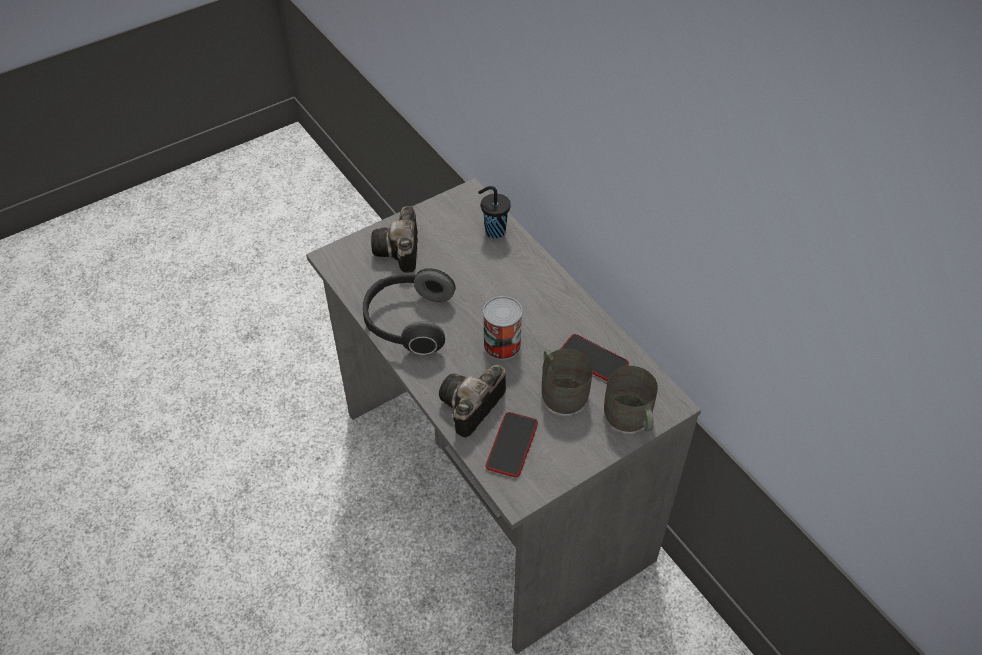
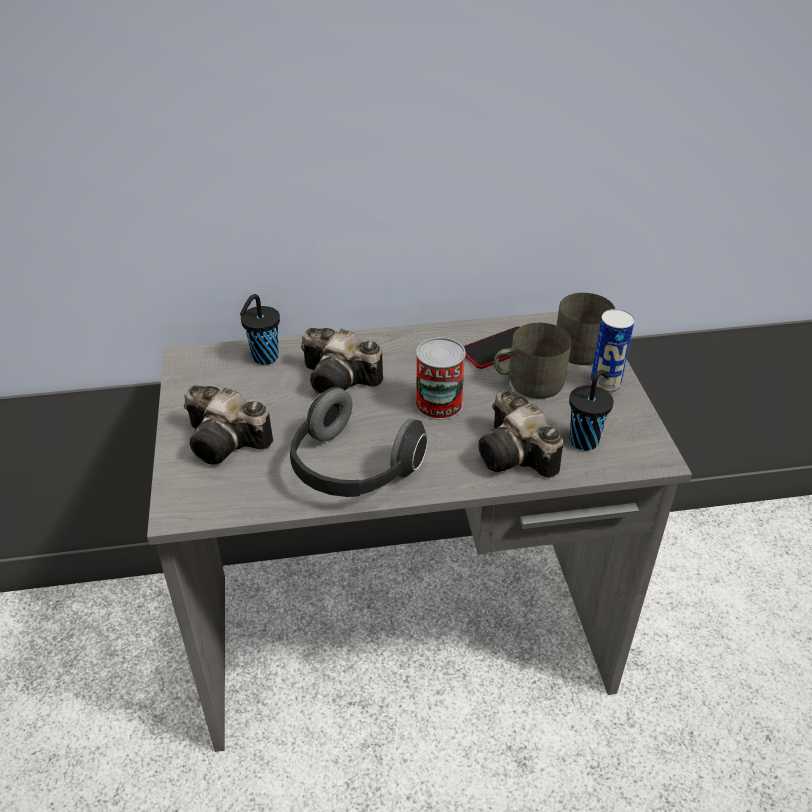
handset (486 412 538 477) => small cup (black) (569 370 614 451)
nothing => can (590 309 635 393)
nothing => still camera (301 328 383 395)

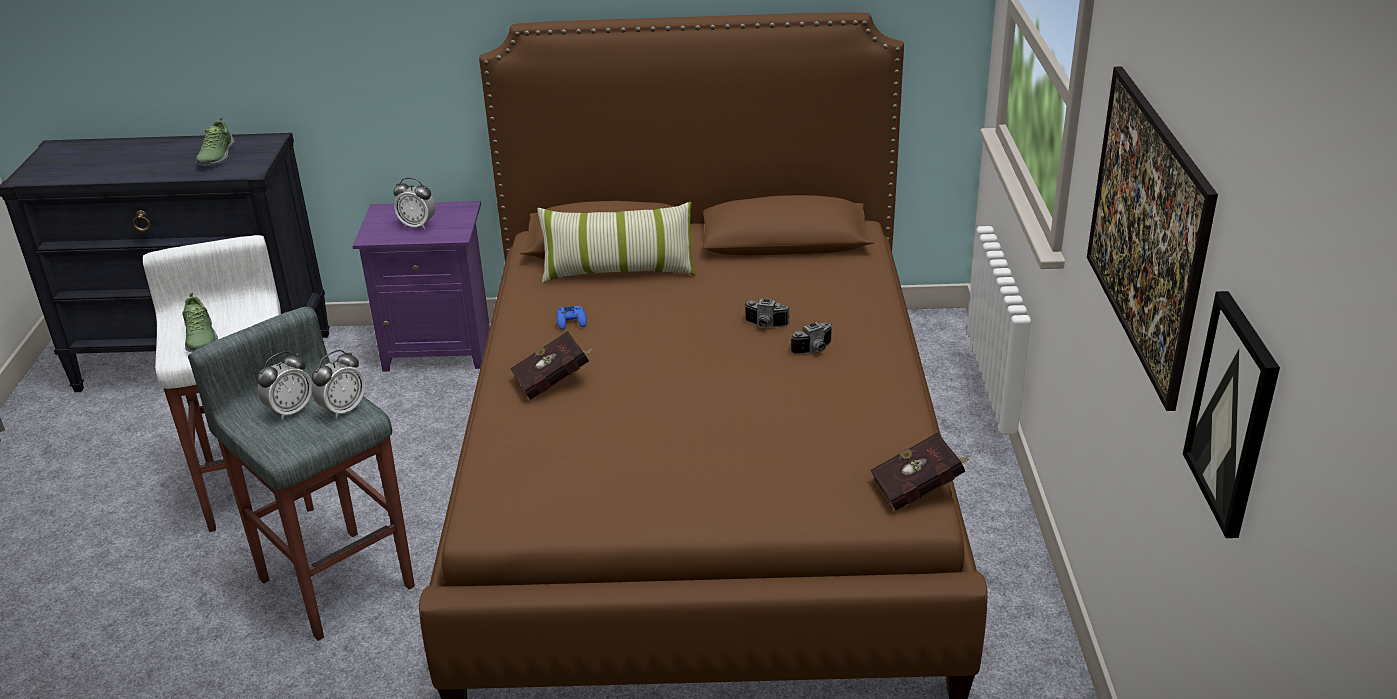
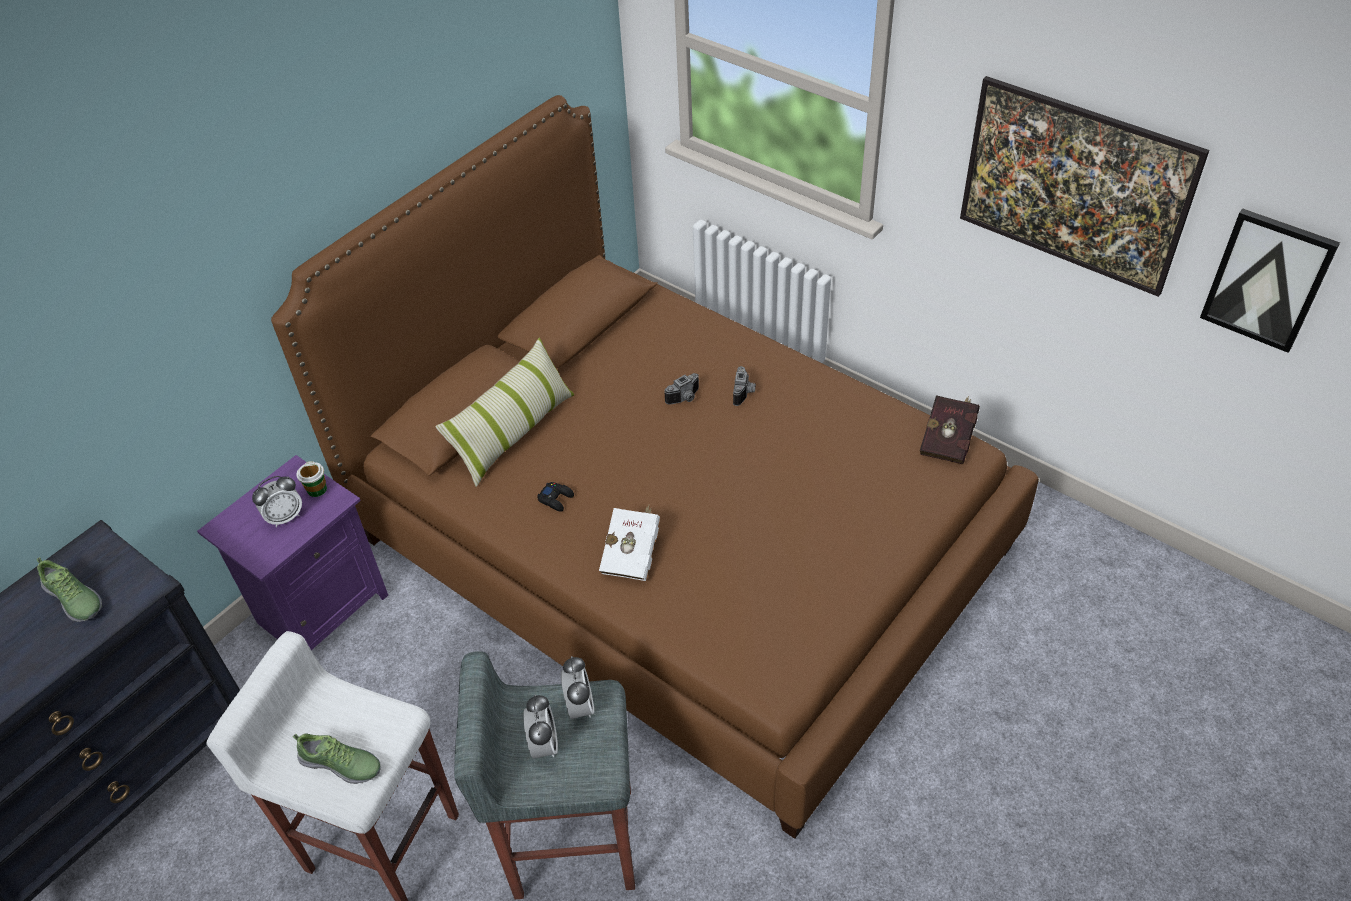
joypad (blue) (557 306 587 330) => joypad (black) (537 482 574 512)
book (red-coloured) (510 331 594 400) => book (whitish) (599 505 660 581)
nothing => small cup (296 461 327 497)

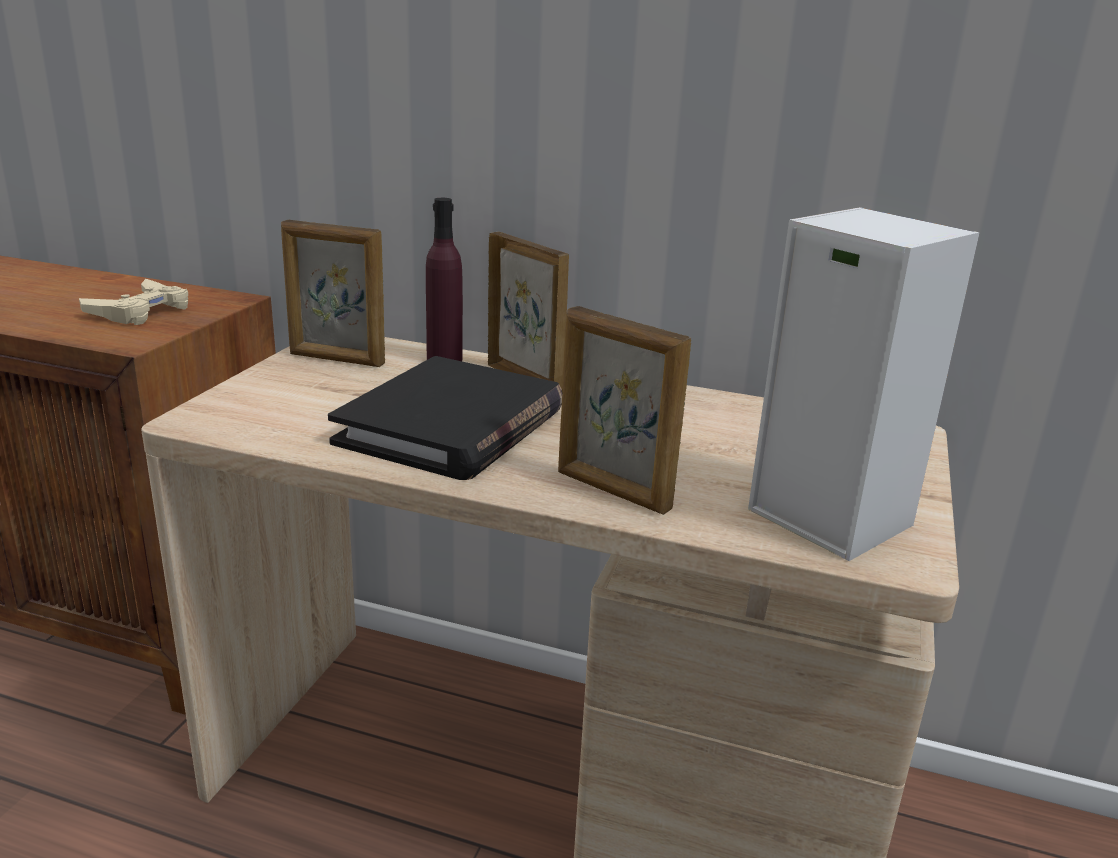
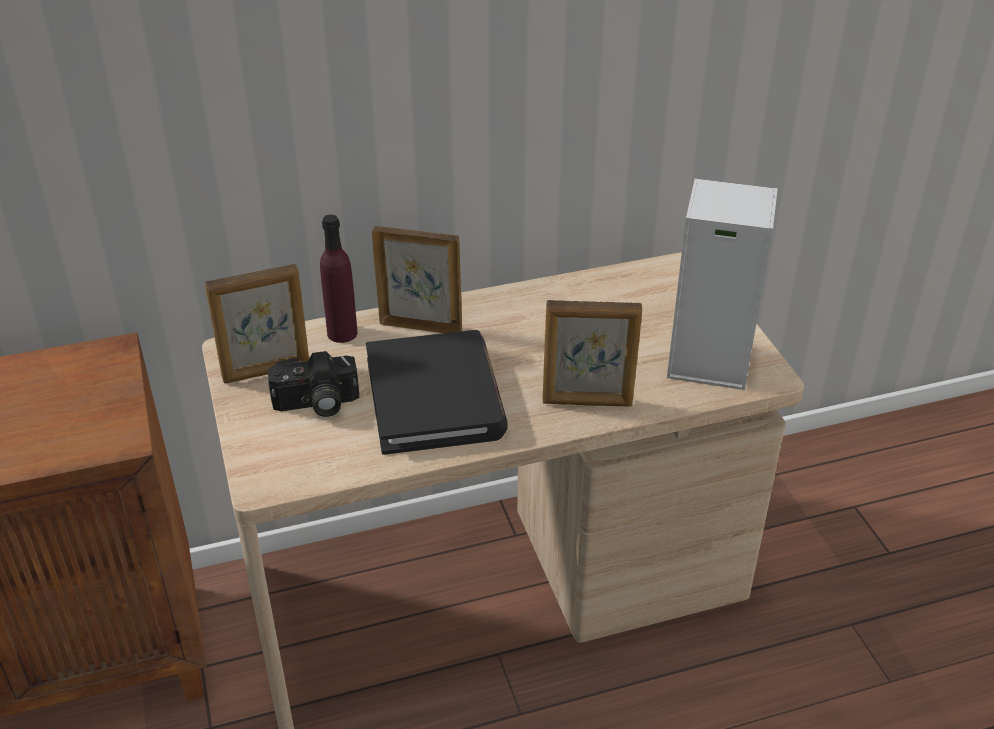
joypad (sand-coloured) (79 279 188 325) => nothing
nothing => still camera (267 351 359 417)

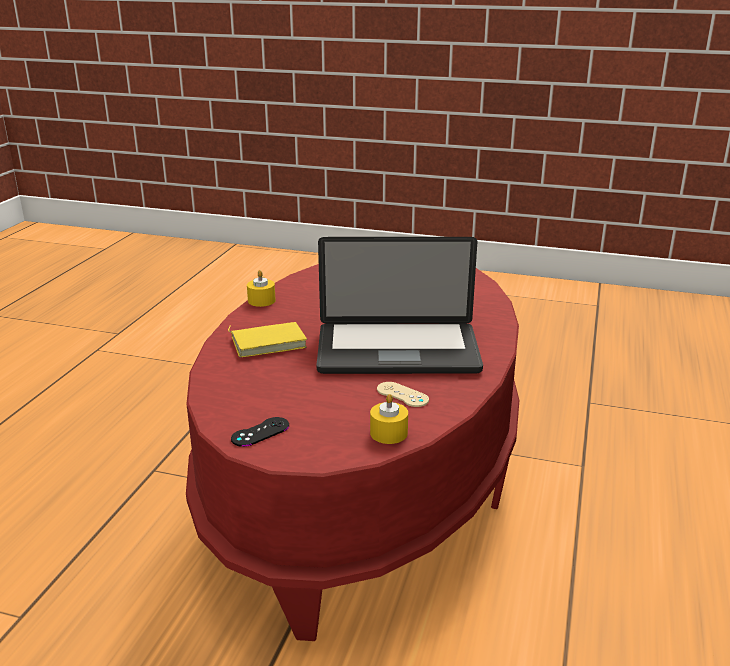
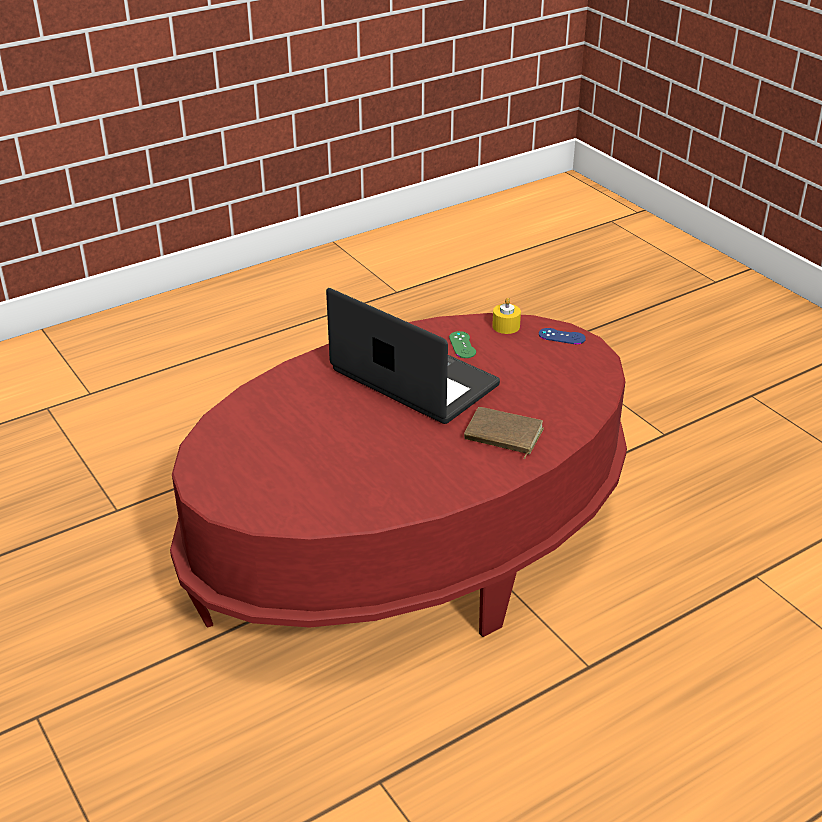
candle (yellow) (247 270 276 307) => nothing
book (yellow) (228 322 307 357) => book (brown) (464 407 544 459)
joypad (sand-coloured) (377 382 429 407) => joypad (green-coloured) (449 331 476 358)
joypad (black) (231 417 289 447) => nothing
nothing => joypad (blue) (539 328 586 344)

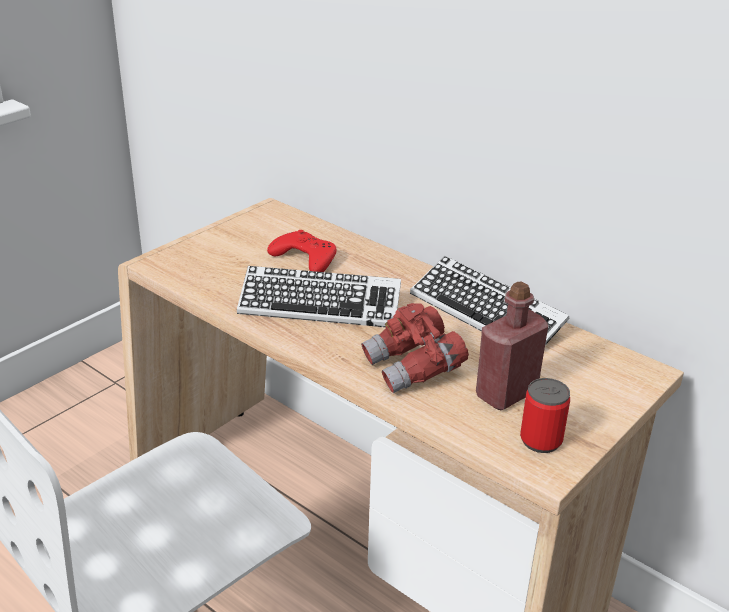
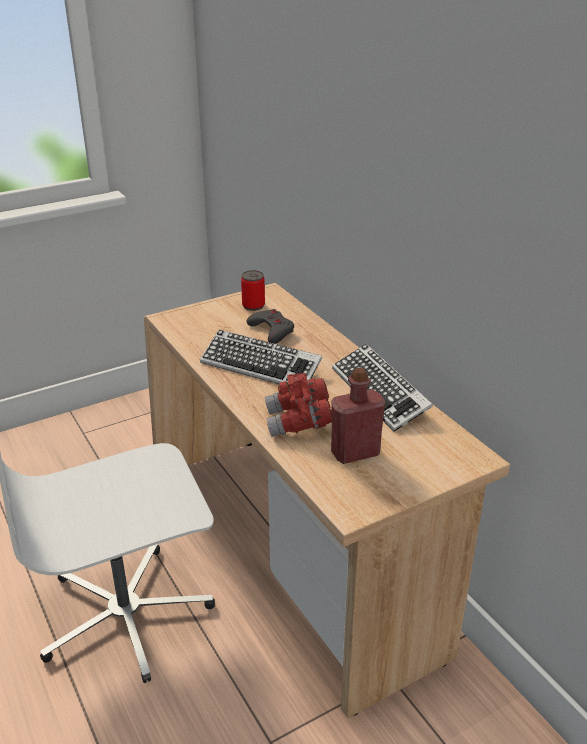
joypad (red-coloured) (267 230 337 272) => joypad (greyish) (246 309 294 344)
can (520 378 570 453) => can (241 270 265 311), shifted

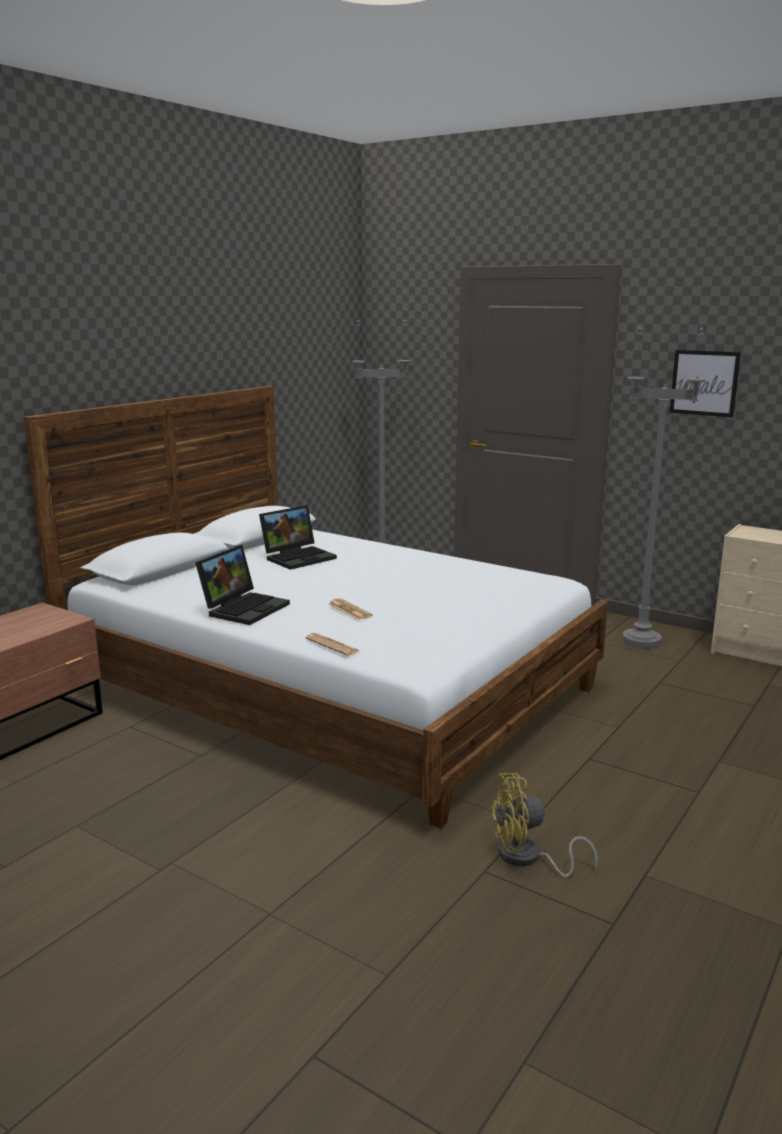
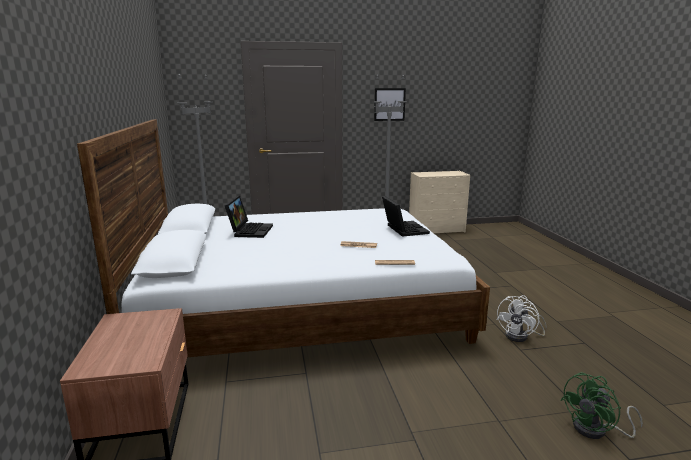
portable computer (195 545 290 625) => portable computer (382 196 430 237), shifted
fan (yellow) (489 773 598 878) => fan (whitish) (496 295 547 342)
nothing => fan (green-coloured) (560 372 643 439)

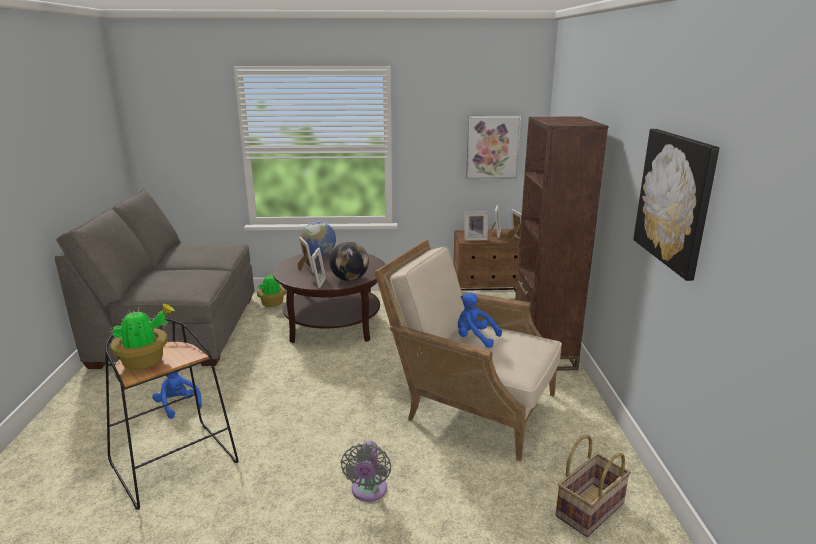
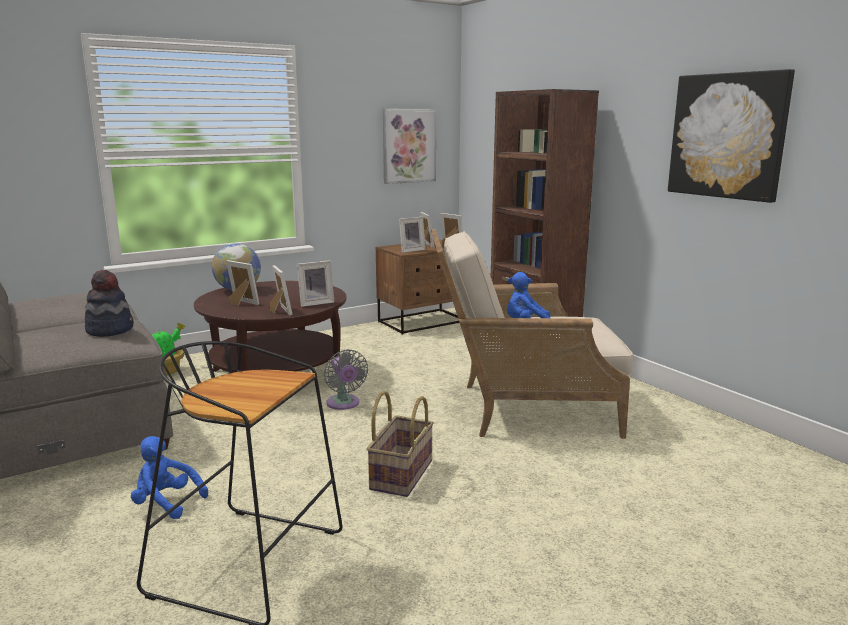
globe (329 242 369 281) => picture frame (297 260 335 307)
houseplant (110 303 175 370) => nothing
storage basket (555 434 631 537) => storage basket (367 391 434 497), shifted
fan (greyish) (341 441 391 502) => fan (greyish) (324 349 368 410), shifted
nothing => hat (85 270 134 337)

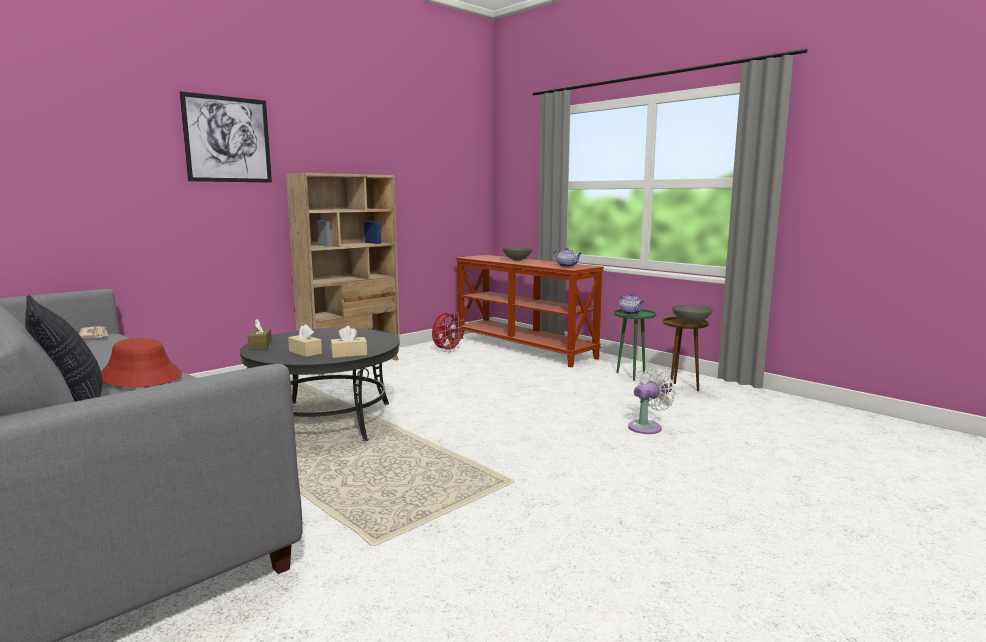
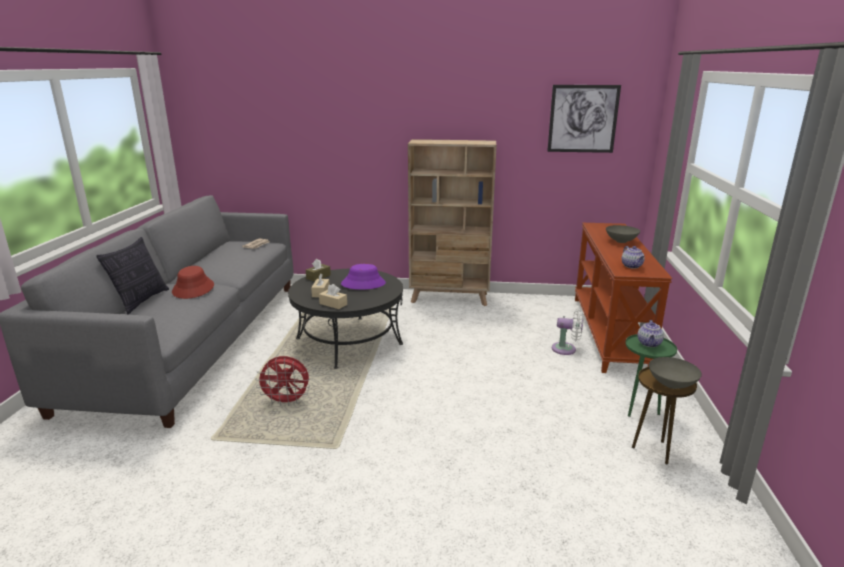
picture (179 91 272 183) => picture (547 85 621 153), shifted
fan (red-coloured) (432 311 465 352) => fan (red-coloured) (255 356 310 406), shifted
fan (whitish) (628 367 676 434) => fan (whitish) (552 309 584 355), shifted
nothing => hat (purplish) (341 264 386 290)

